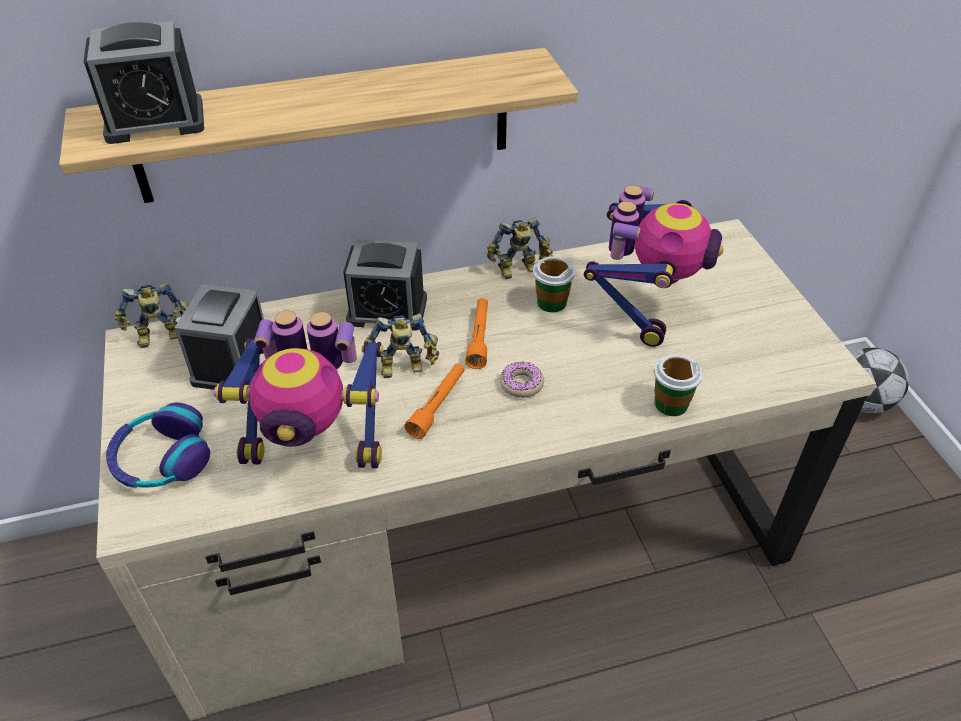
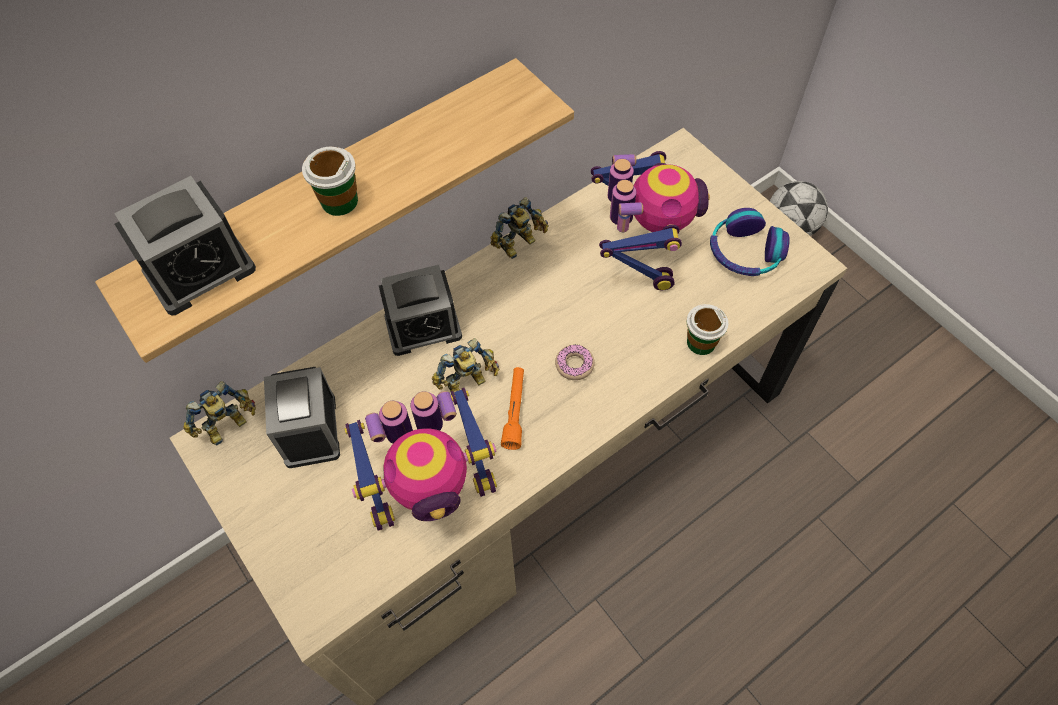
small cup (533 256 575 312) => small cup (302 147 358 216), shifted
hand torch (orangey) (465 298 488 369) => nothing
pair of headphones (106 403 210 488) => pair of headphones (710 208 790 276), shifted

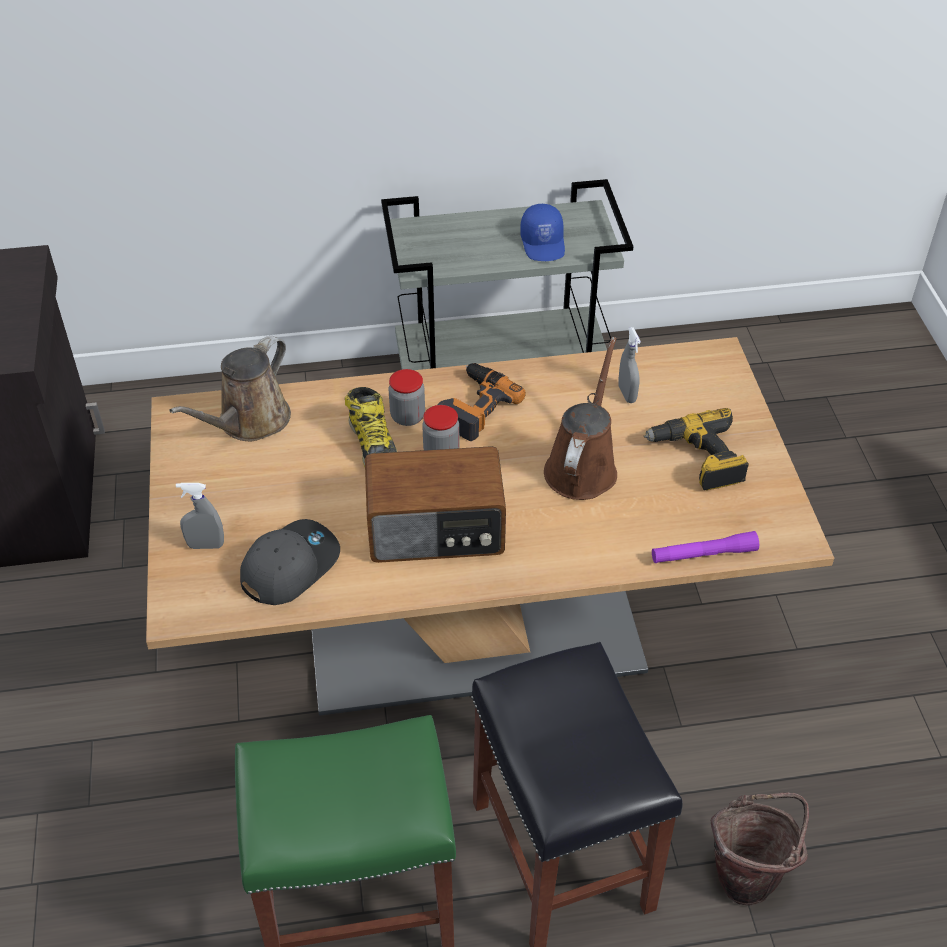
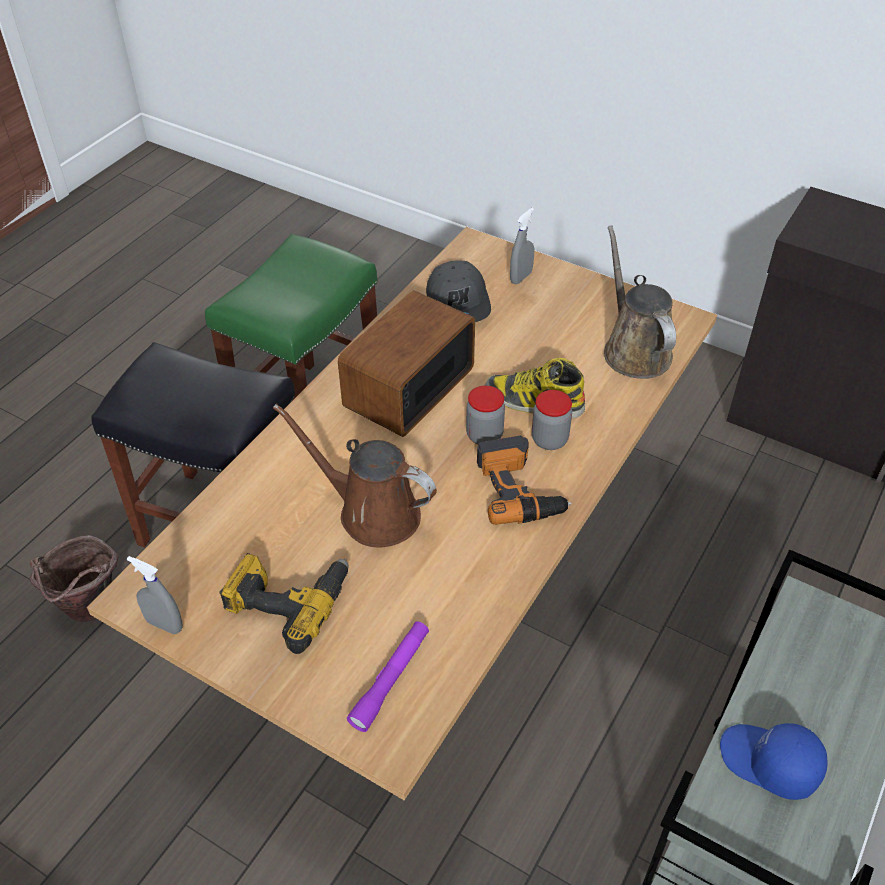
sprayer (greyish) (618 327 641 403) => sprayer (greyish) (127 556 183 634), shifted
watering can (brown) (544 337 617 500) => watering can (brown) (273 404 437 547), 150 degrees clockwise
hand torch (purplish) (652 531 759 563) => hand torch (purplish) (347 621 429 732), shifted

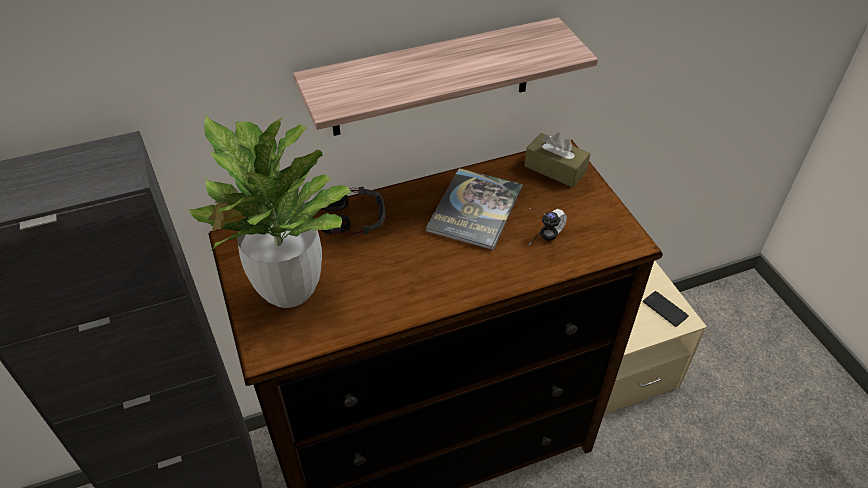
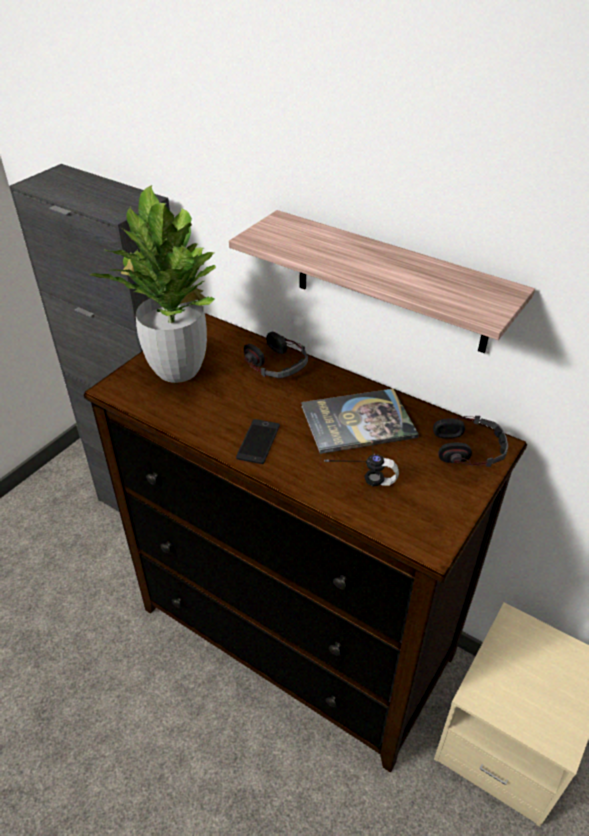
tissue holder (brown) (524 132 590 187) => pair of headphones (433 416 508 467)
handset (643 291 689 327) => handset (236 419 280 464), shifted

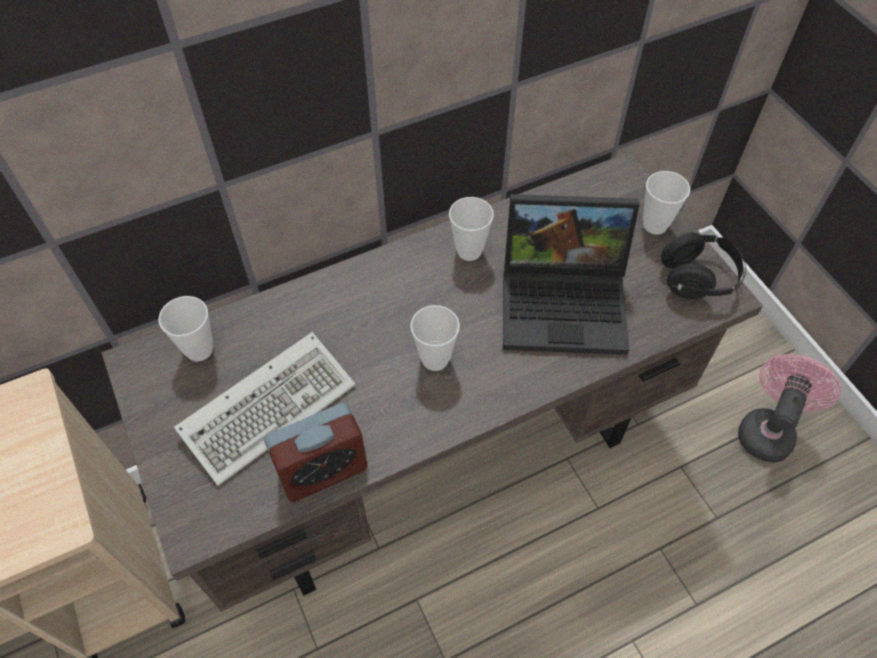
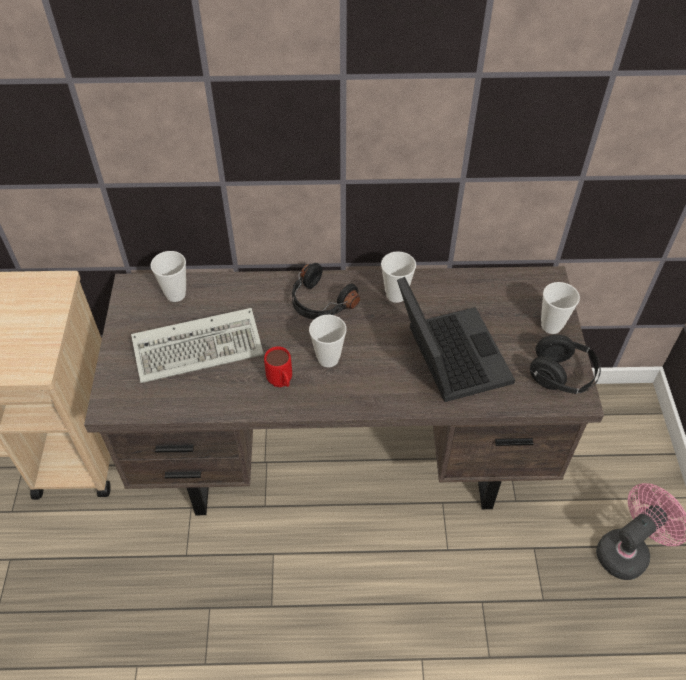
portable computer (503 194 640 355) => portable computer (397 277 515 402), 135 degrees counterclockwise
alarm clock (264 403 368 502) => nothing
nothing => pair of headphones (black) (292 263 360 319)
nothing => coffee mug (red-coloured) (264 346 292 387)

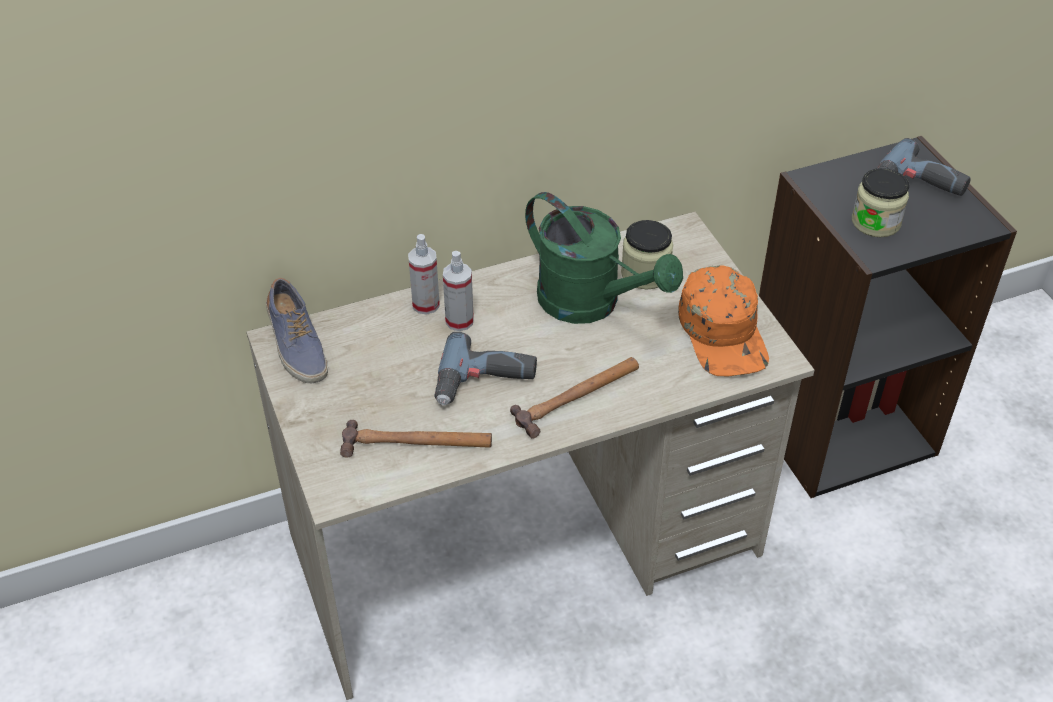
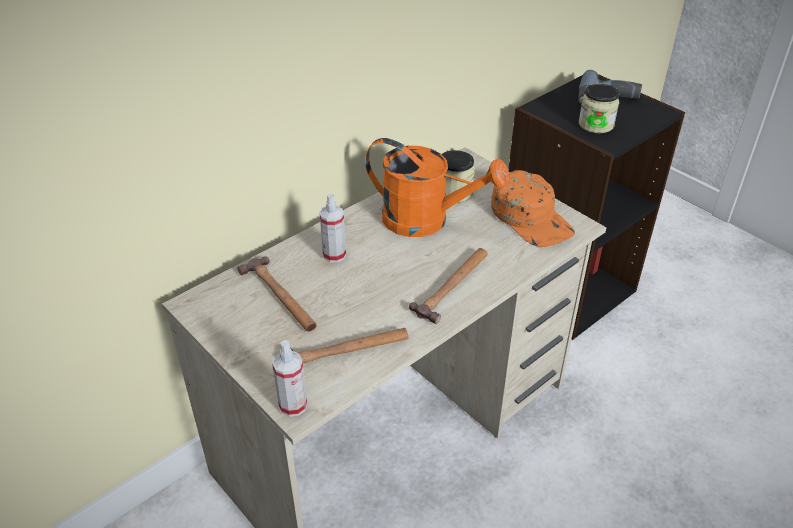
watering can (green-coloured) (525 192 683 324) => watering can (orangey) (365 138 509 237)
sprayer (408 234 440 315) => sprayer (272 340 307 417), shifted
item of footwear (266 278 328 383) => nothing
power drill (435 332 537 406) => nothing
nothing => tool hammer (237 256 317 332)

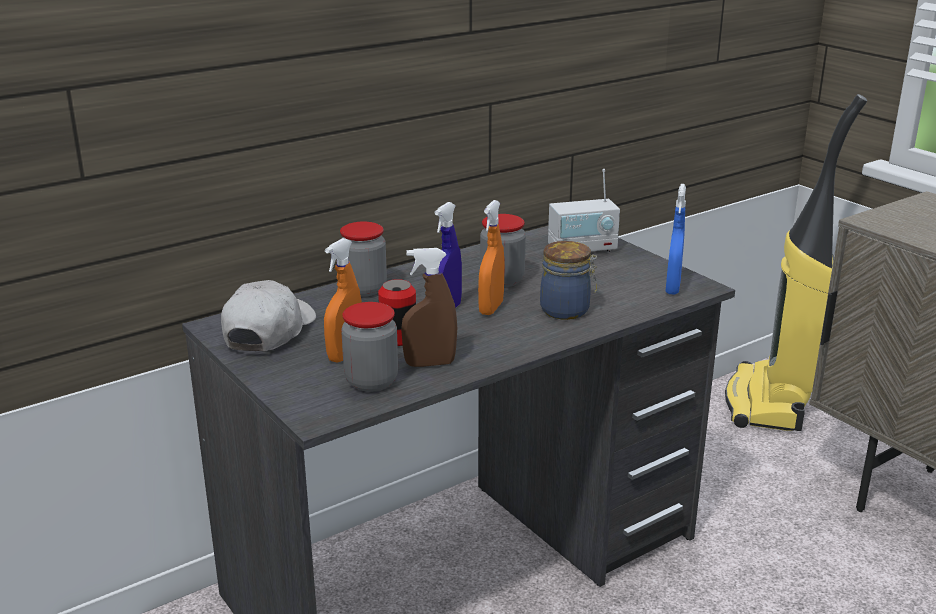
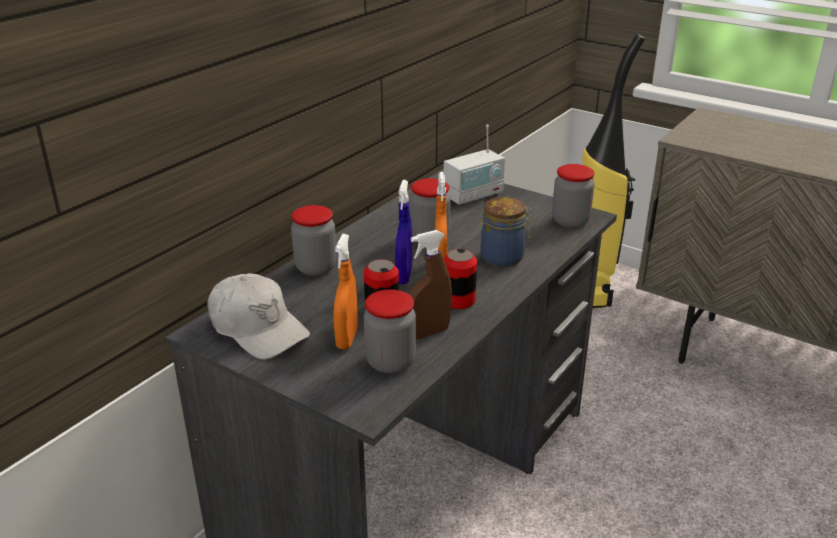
sprayer (blue) (665 184 686 295) => storage jar (552 164 594 228)
peaked cap (whitish) (221 280 316 351) => peaked cap (whitish) (207 273 310 359), 135 degrees clockwise
nothing => can (443 249 477 309)

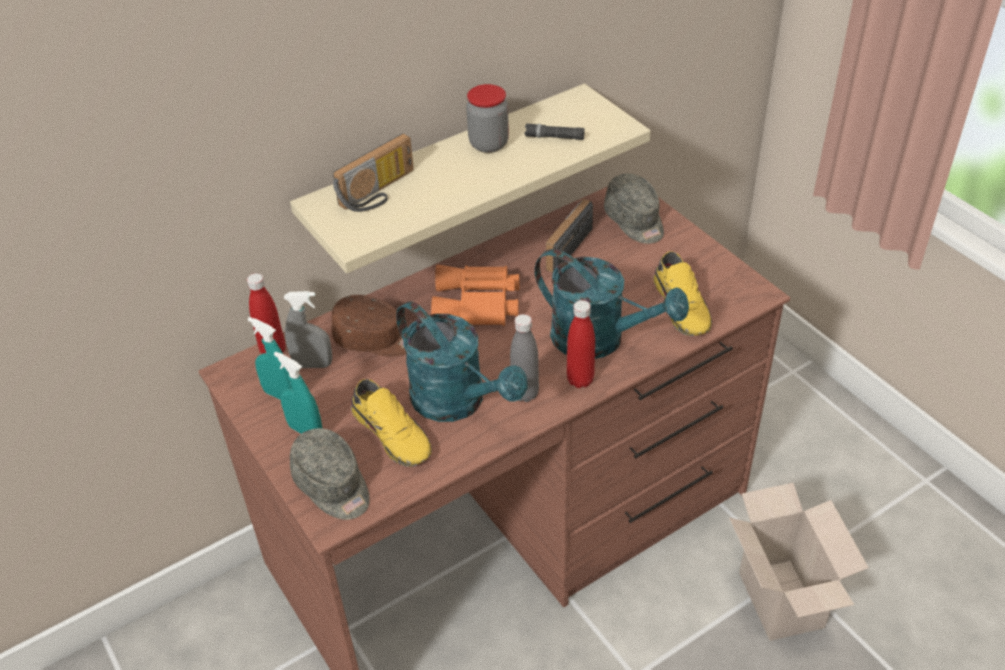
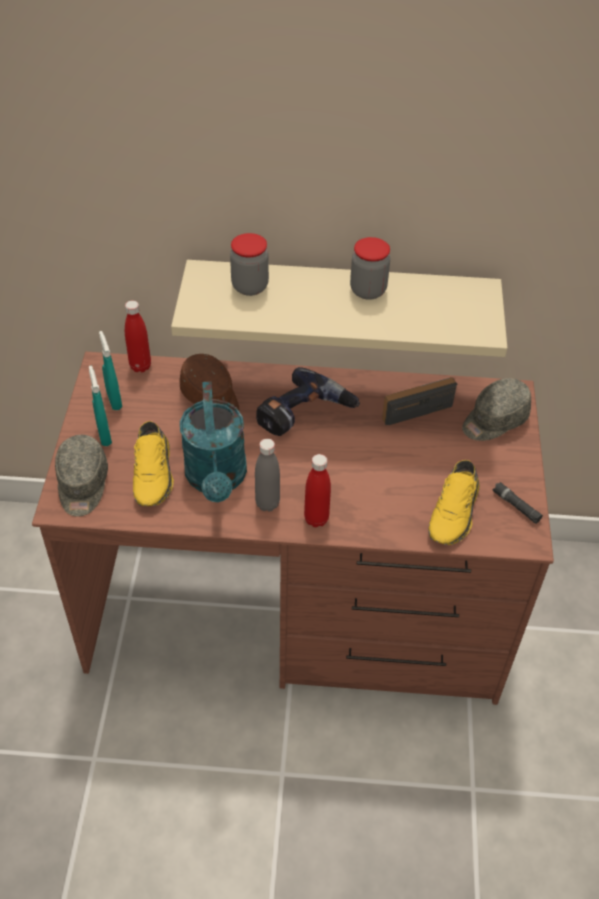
hand torch (black) (525 124 585 140) => hand torch (black) (493 482 543 524), shifted
radio (333 133 414 212) => storage jar (230 233 269 296)
peaked cap (greyish) (604 173 664 244) => peaked cap (greyish) (462 378 531 441), 45 degrees clockwise
watering can (turquoise) (534 249 689 359) => nothing
field glasses (orangey) (431 265 519 326) => power drill (256 367 360 436)
sprayer (greyish) (284 291 332 368) => nothing
carton (729 483 869 641) => nothing

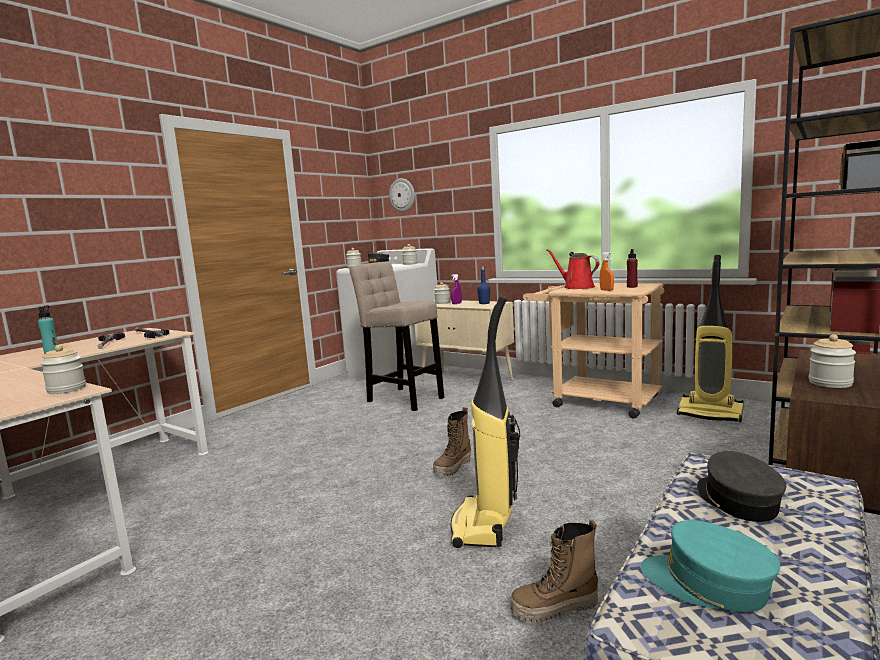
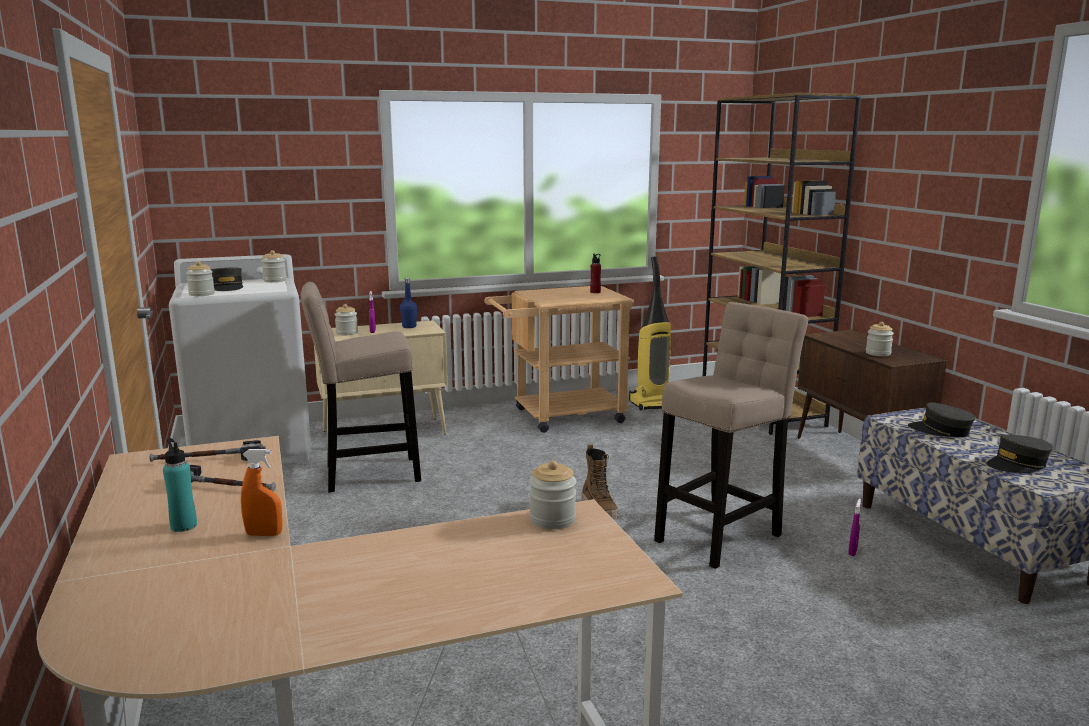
hanging clock (389 178 415 212) => nothing
watering can (red-coloured) (547 249 600 289) => nothing
sprayer (orangey) (600 252 614 291) => sprayer (orangey) (241 449 283 536), shifted
vacuum cleaner (450 296 520 548) => stool seat (sand-coloured) (654 302 808 569)
tall boot (510 519 598 622) => sprayer (purplish) (848 498 861 556)
peaked cap (turquoise) (640 520 780 612) => peaked cap (greyish) (986 435 1053 473)

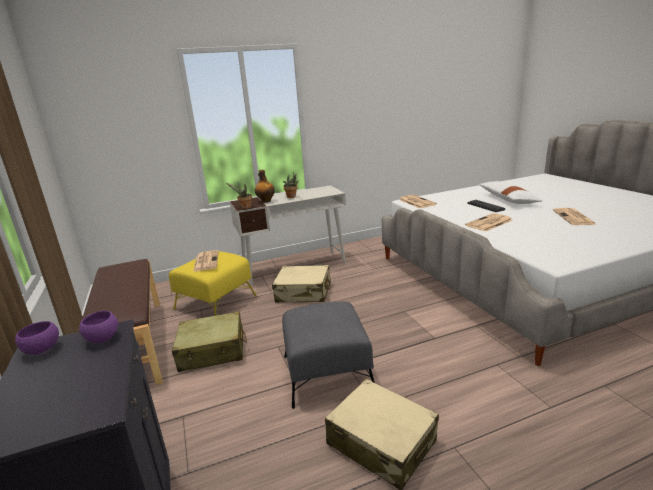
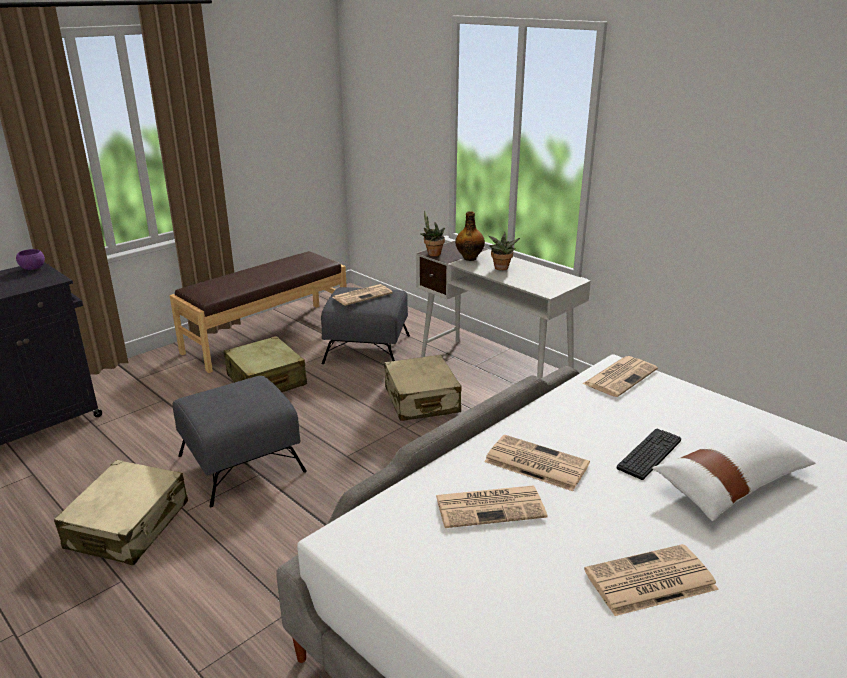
footrest (yellow) (169 251 257 316) => footrest (greyish) (321 287 410 364)
serving bowl (purplish) (79 311 118 343) => nothing
nothing => daily paper (436 486 547 528)

